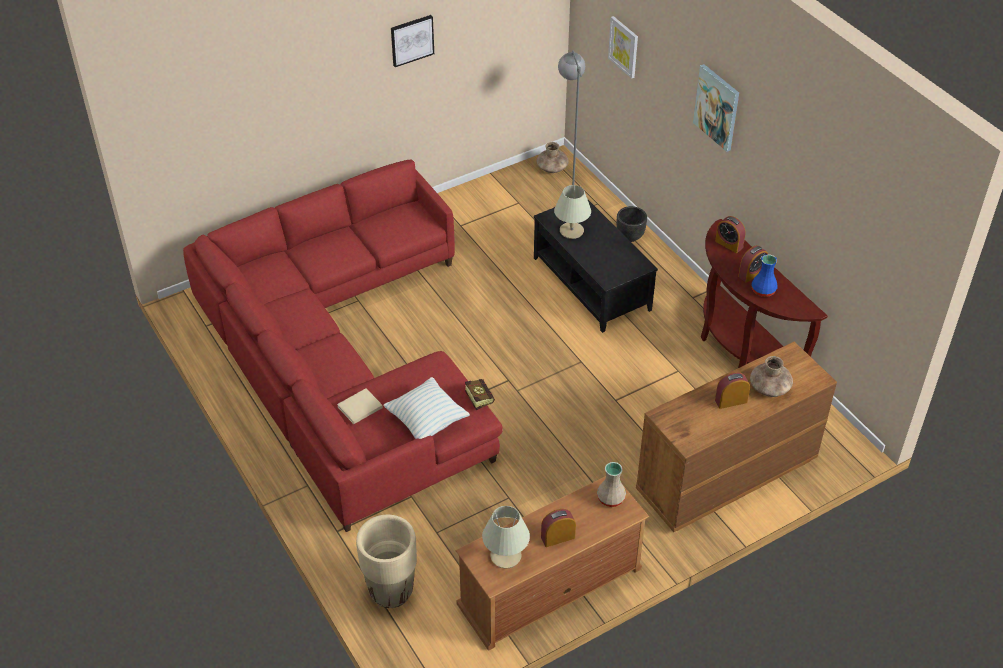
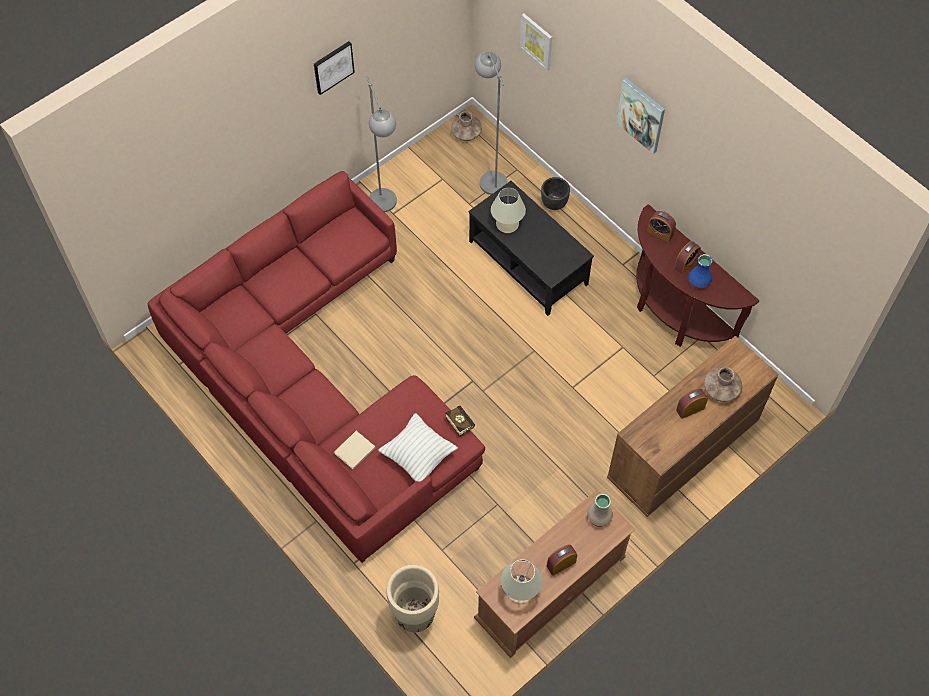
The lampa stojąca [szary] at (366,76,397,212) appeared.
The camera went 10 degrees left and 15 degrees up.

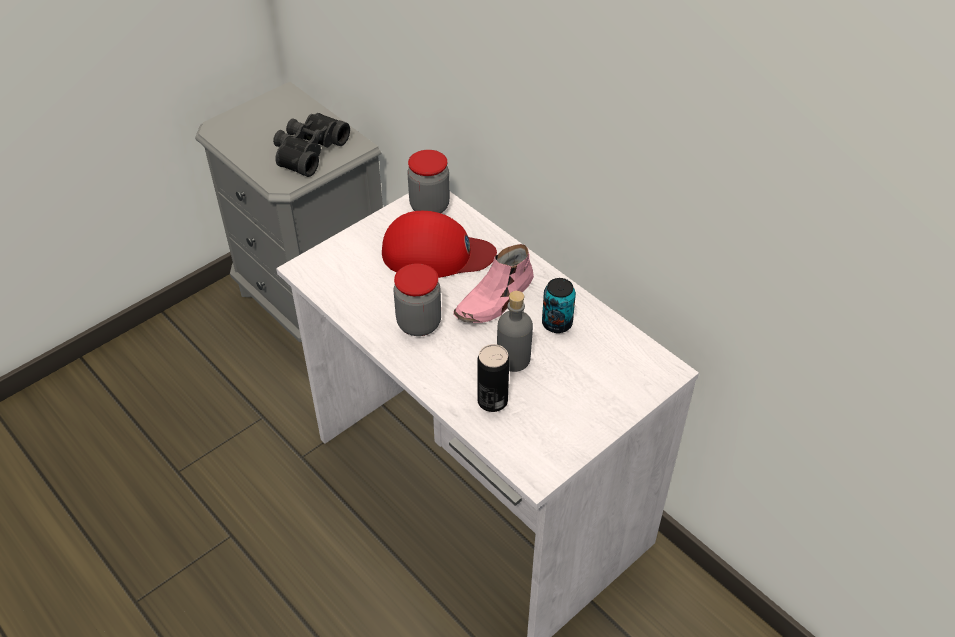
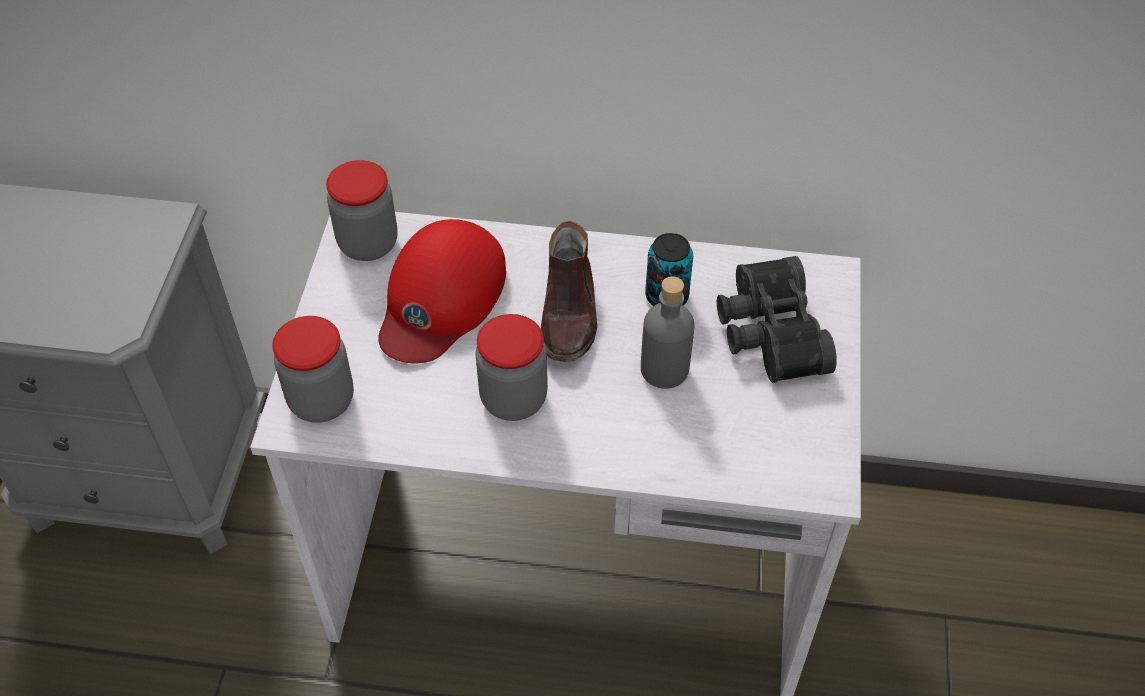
The słoik at (272,316,354,423) appeared.
The czapka z daszkiem [czerwony] at (382,211,497,278) turned 150 degrees clockwise.
The but [różowy] at (453,244,534,323) became the but [brązowy] at (541,221,597,362).
The lornetka [czarny] moved from (273,113,350,177) to (717,256,837,383).
The puszka at (477,344,509,412) disappeared.
The camera went 40 degrees left and 5 degrees up.

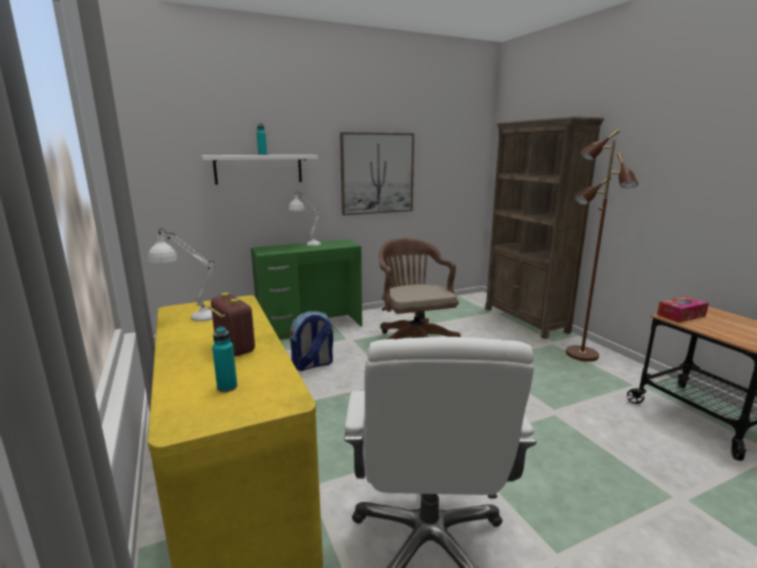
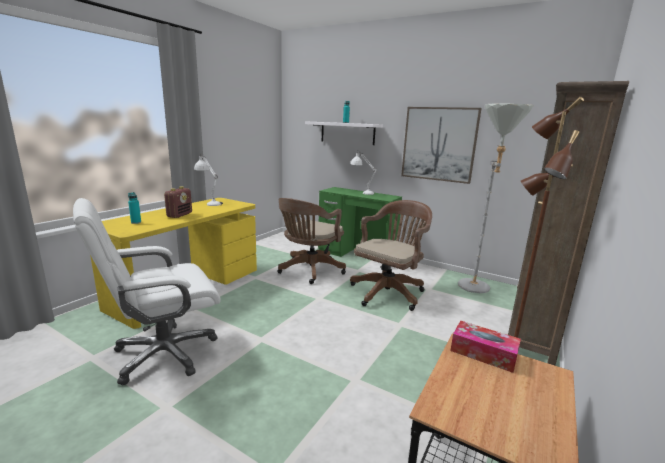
The plecak at (290,311,333,371) was replaced by the krzesło biurowe [brązowy] at (277,198,346,284).
The lampa stojąca [szary] at (458,104,534,293) appeared.
The camera went 55 degrees right and 0 degrees up.

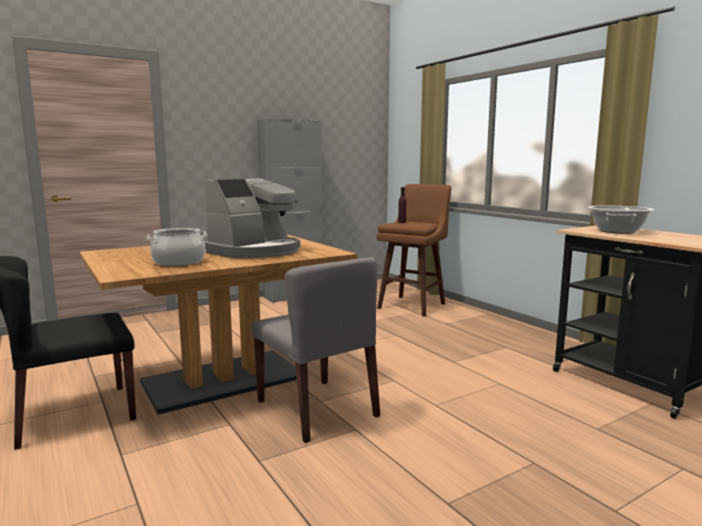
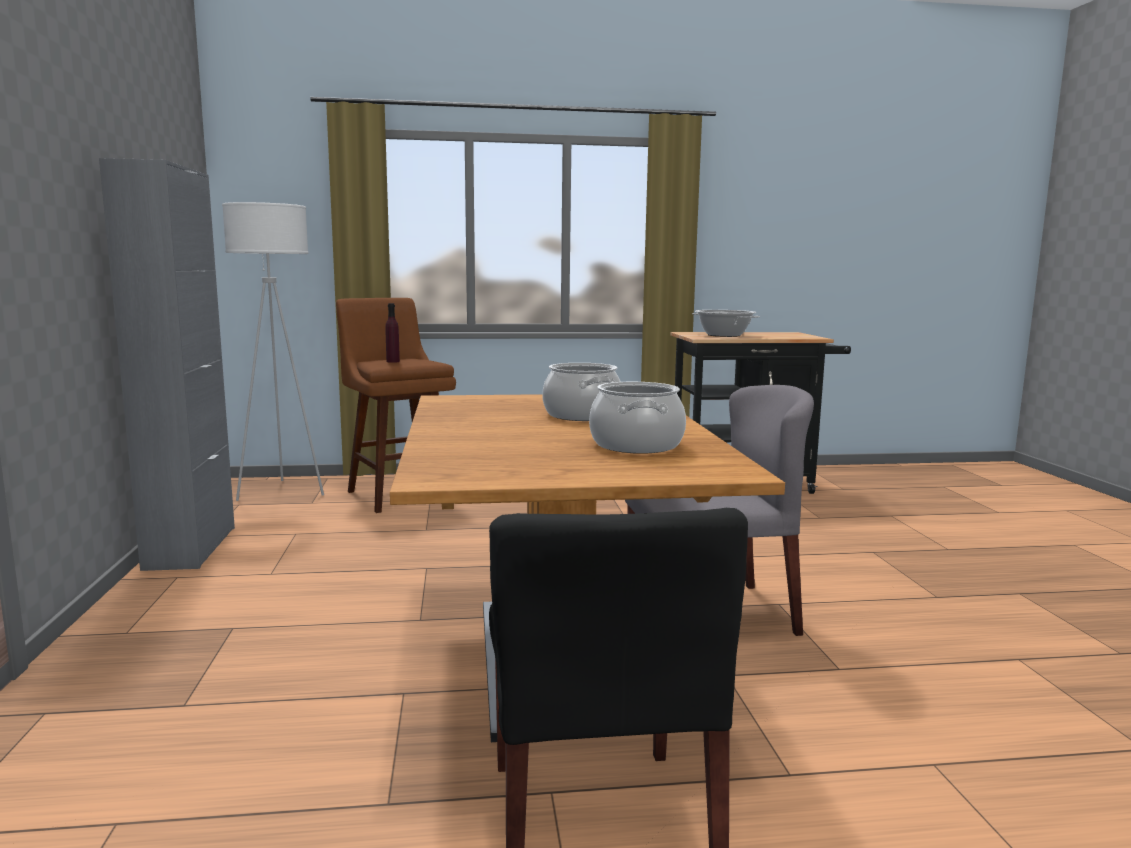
The lampa stojąca [biały] at (222,202,324,501) appeared.
The ekspres do kawy at (204,179,300,259) was replaced by the garnek at (542,363,621,421).
The camera went 65 degrees left and 0 degrees up.

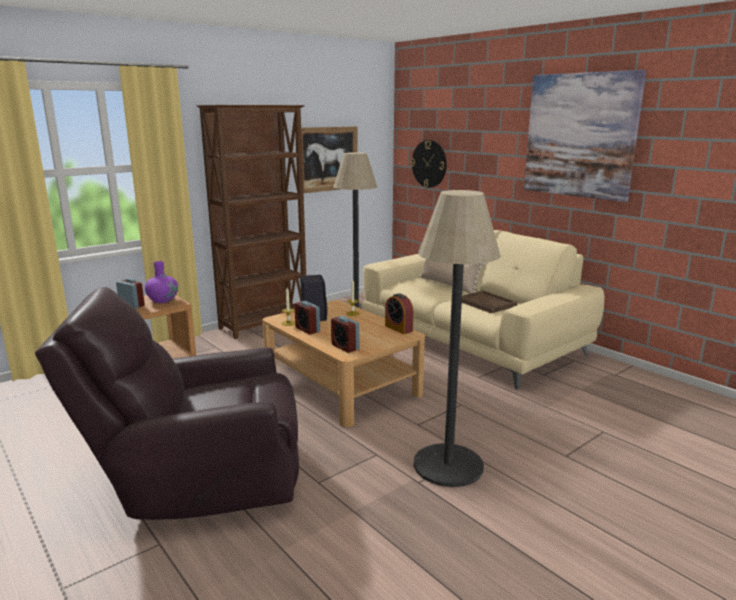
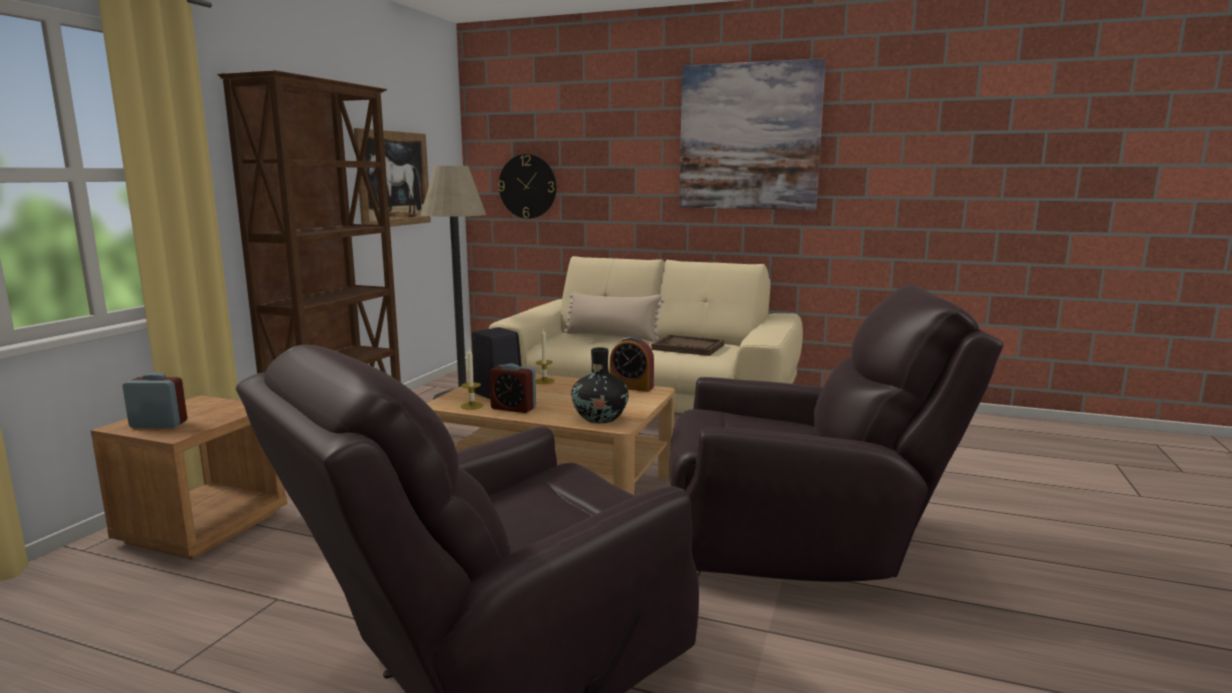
The budzik at (331,316,359,353) was replaced by the wazon [czarny] at (571,347,629,423).
The lampa stojąca at (414,190,501,487) was replaced by the fotel [brązowy] at (669,284,1004,582).
The wazon [fioletowy] at (145,261,178,303) disappeared.
The camera went 30 degrees left and 5 degrees down.

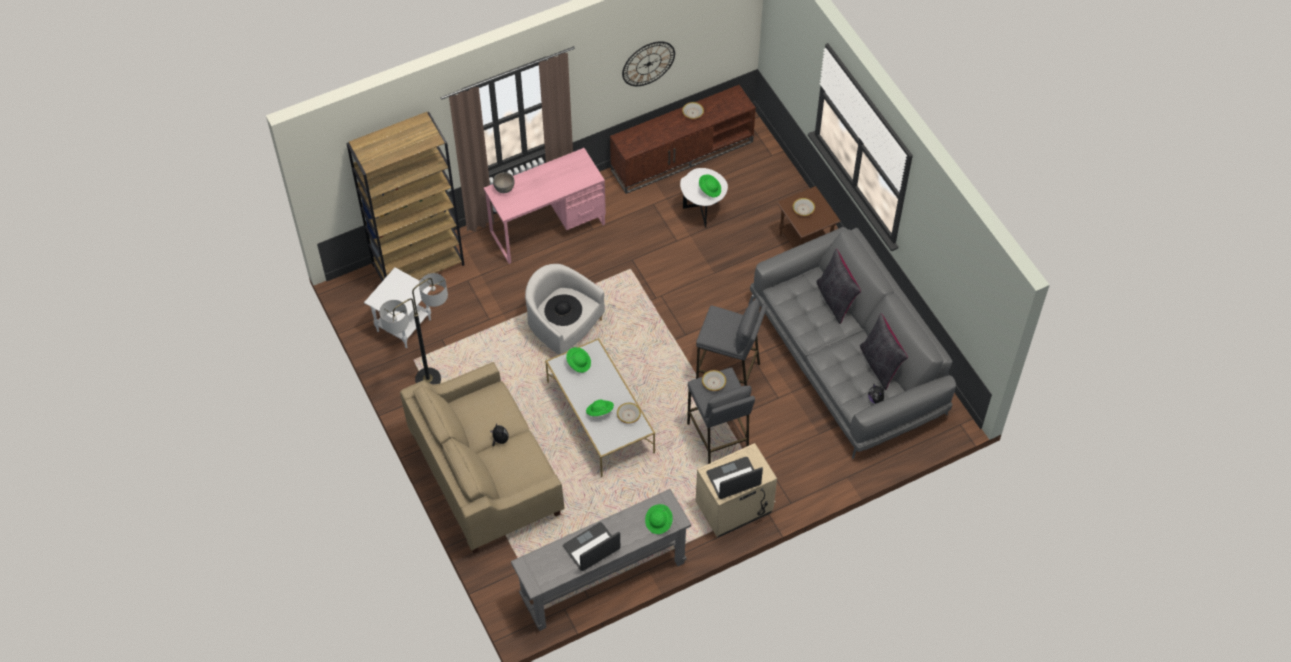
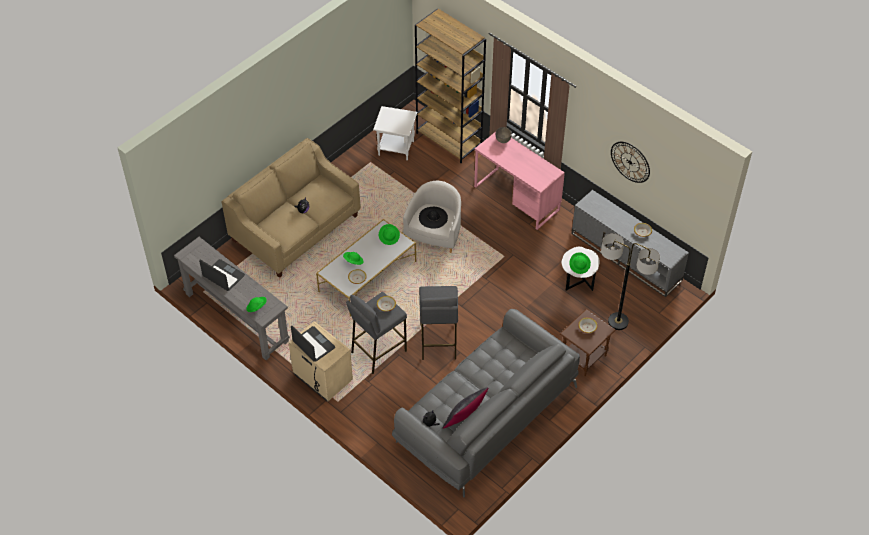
The szafka pod telewizor [brązowy] at (610,85,756,194) became the szafka pod telewizor [szary] at (571,190,689,297).
The lampa stojąca moved from (379,273,448,384) to (601,233,660,330).
The poduszka [czarny] at (816,249,861,324) disappeared.
The camera went 70 degrees right and 5 degrees down.

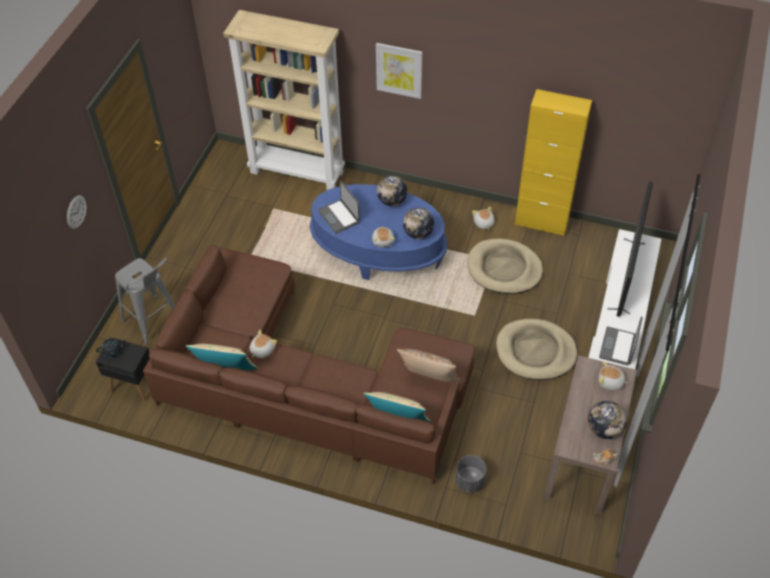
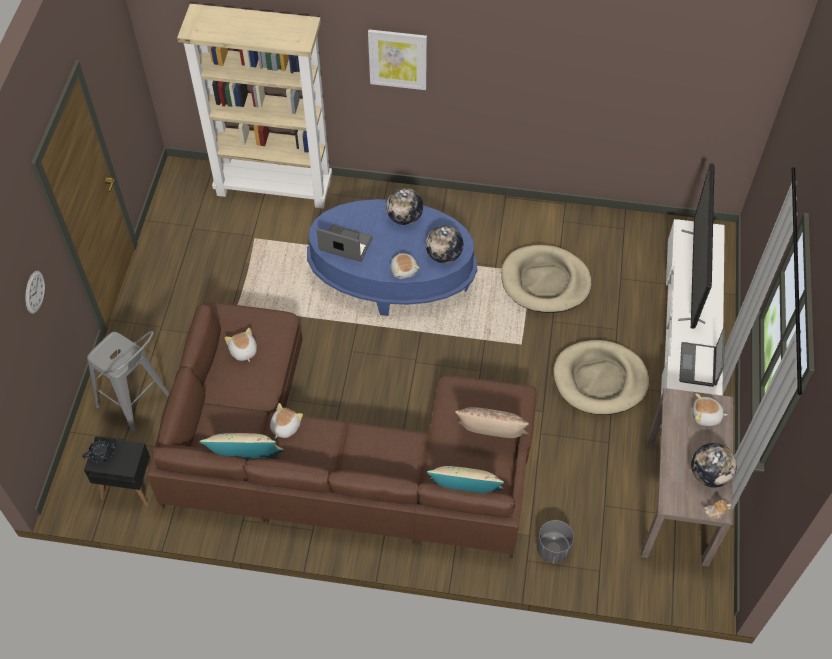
The pluszak moved from (472,207,494,230) to (225,328,257,362).
The laptop at (318,180,360,234) turned 150 degrees clockwise.
The szafka [żółty] at (515,89,592,236) disappeared.
The camera went 10 degrees left and 5 degrees up.

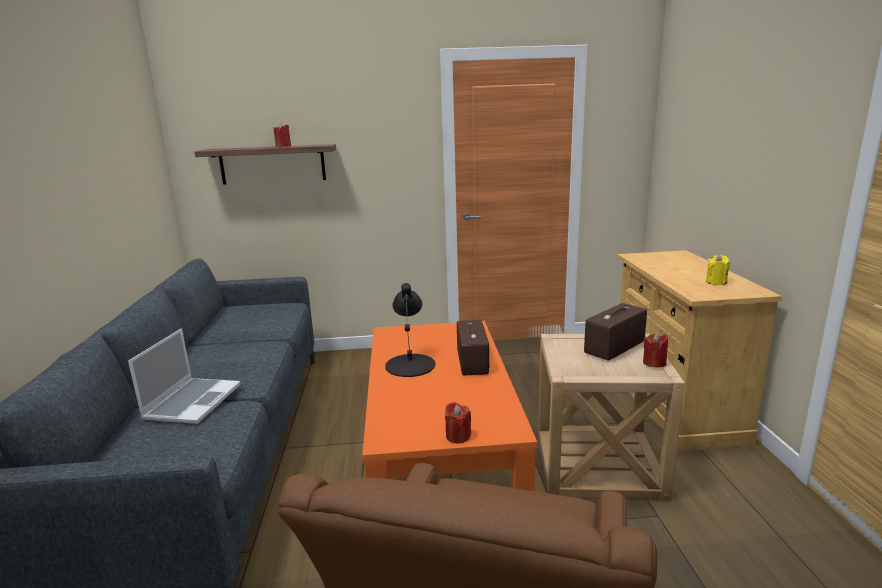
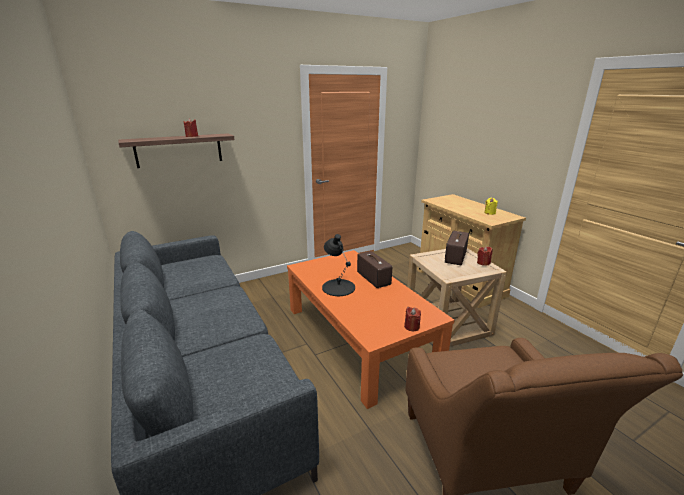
The laptop at (128,328,240,424) disappeared.
The camera went 25 degrees left and 5 degrees up.

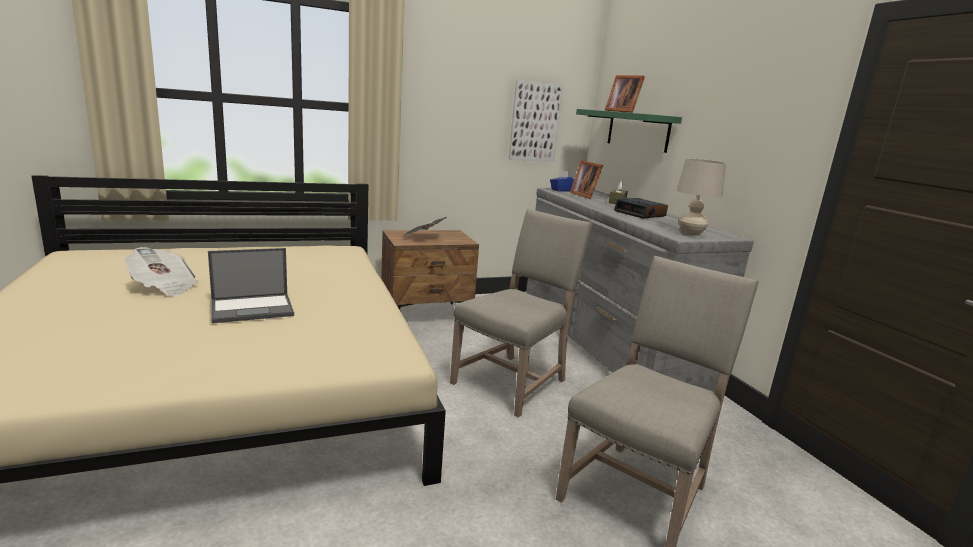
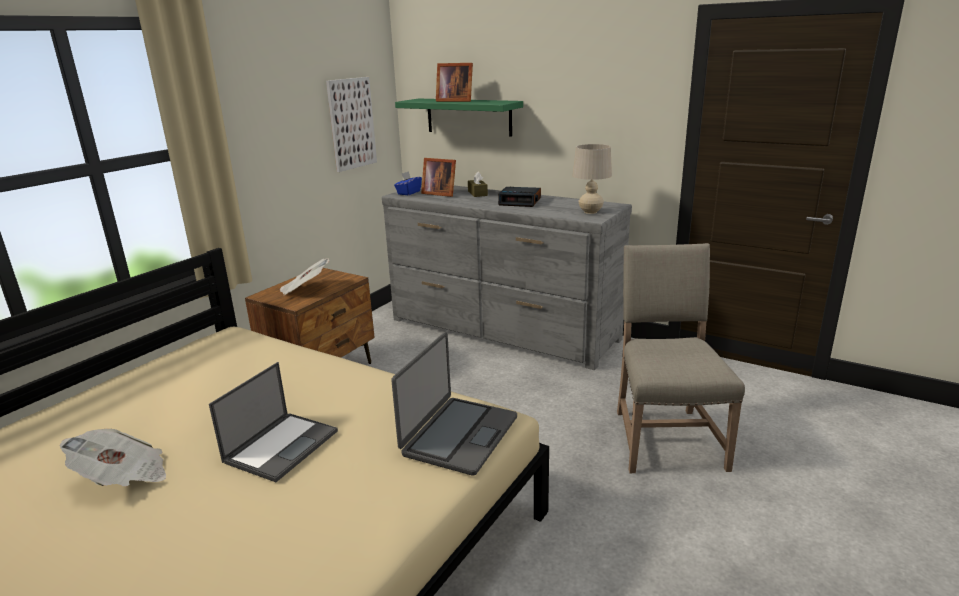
The laptop at (391,332,517,476) appeared.
The krzesło [beżowy] at (450,209,593,418) disappeared.
The camera went 35 degrees left and 5 degrees up.

